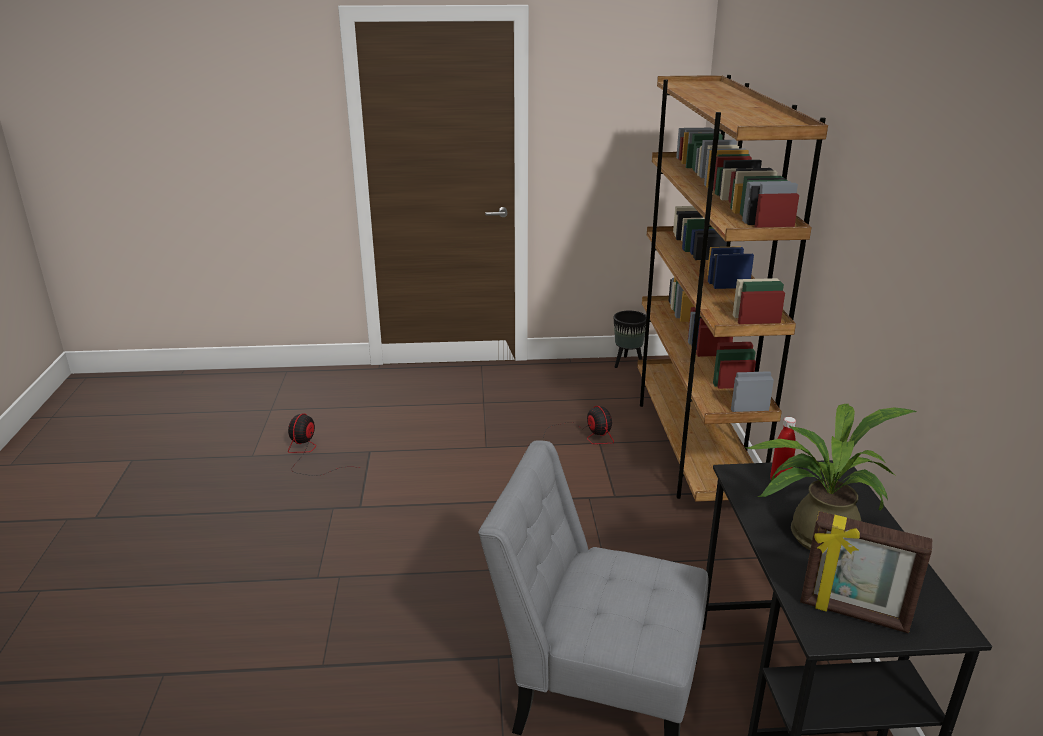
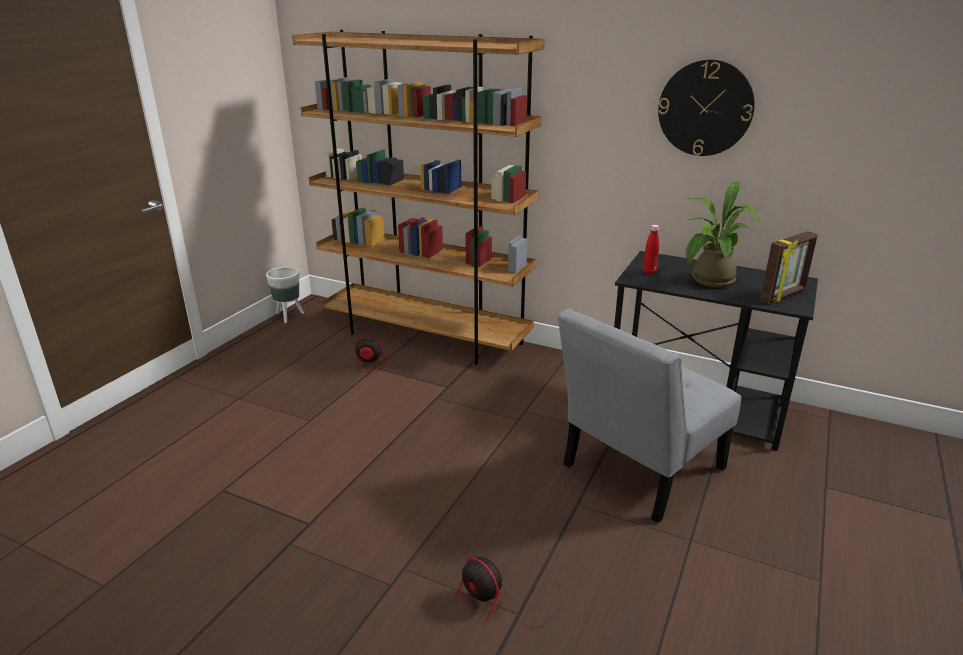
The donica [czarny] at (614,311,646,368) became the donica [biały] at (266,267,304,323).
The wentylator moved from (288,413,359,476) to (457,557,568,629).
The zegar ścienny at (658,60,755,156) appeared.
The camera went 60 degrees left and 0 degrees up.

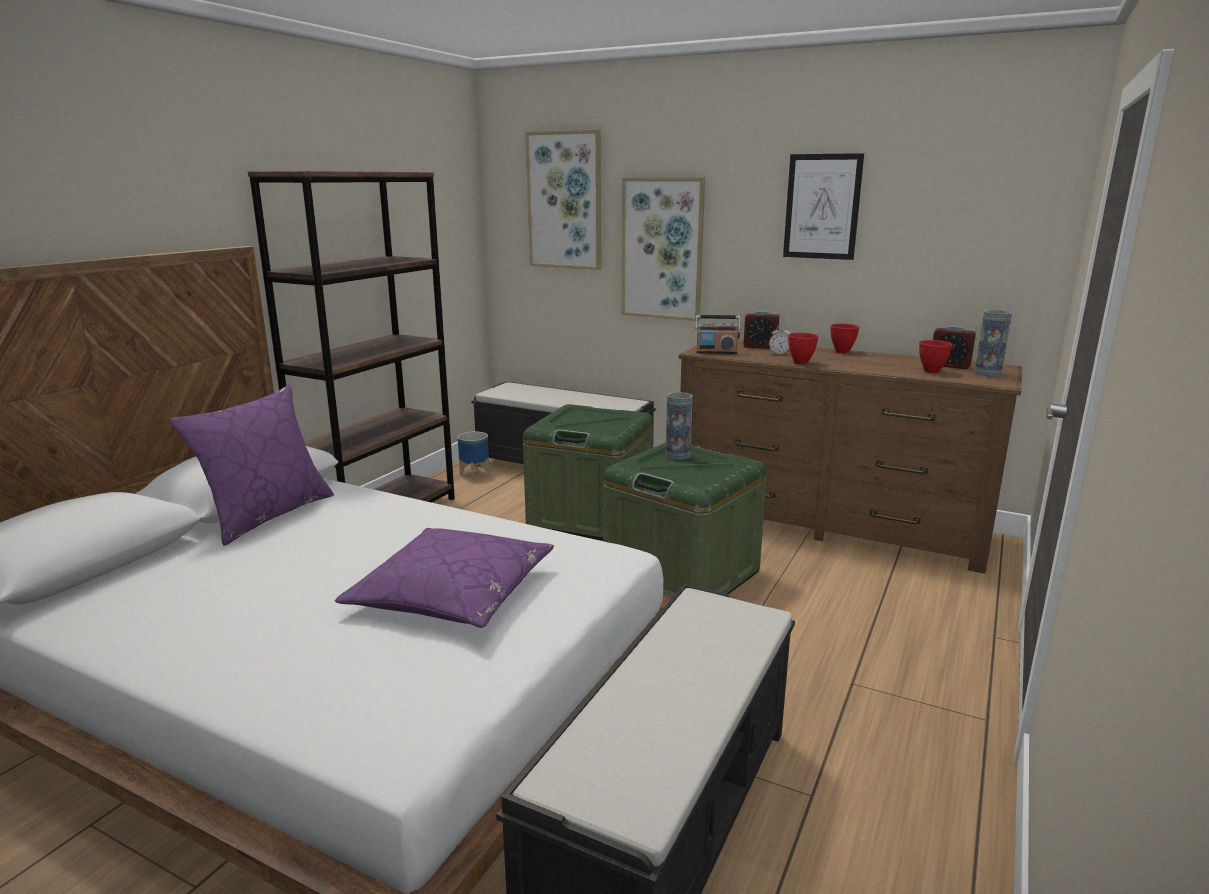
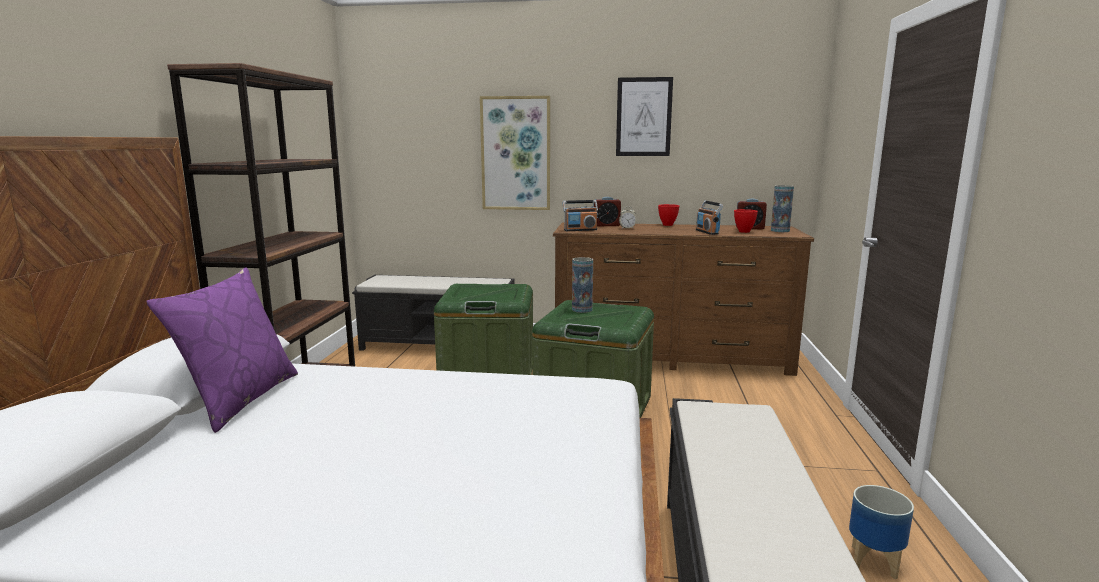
The radio at (696,200,723,235) appeared.
The donica moved from (458,431,490,480) to (849,485,914,579).
The poduszka [fioletowy] at (335,528,554,628) disappeared.
The obraz at (525,130,601,270) disappeared.
The miska [czerwony] at (788,333,819,364) disappeared.
The camera went 20 degrees left and 5 degrees down.

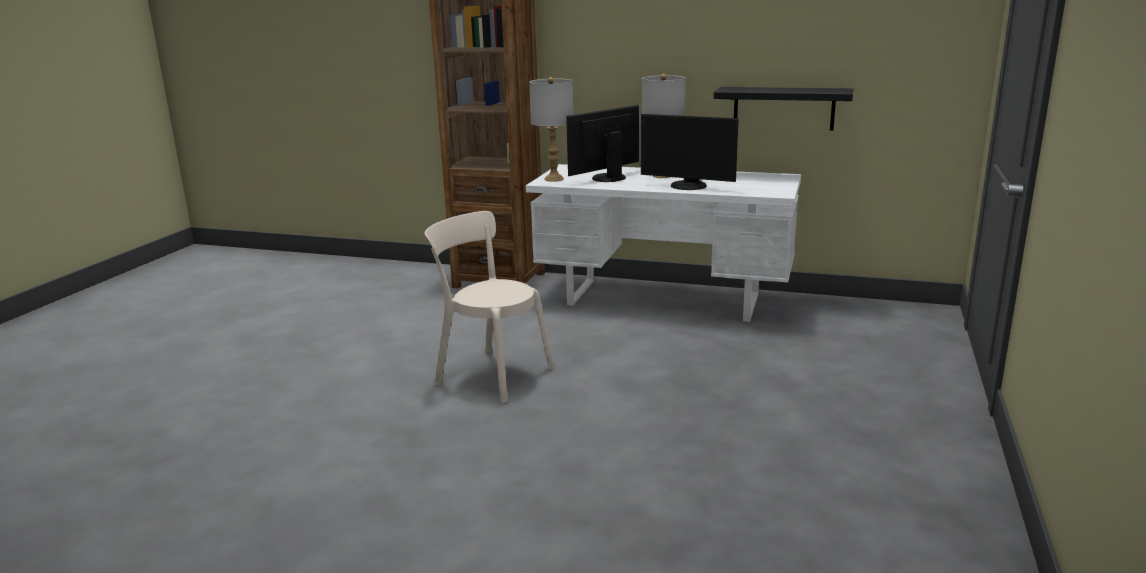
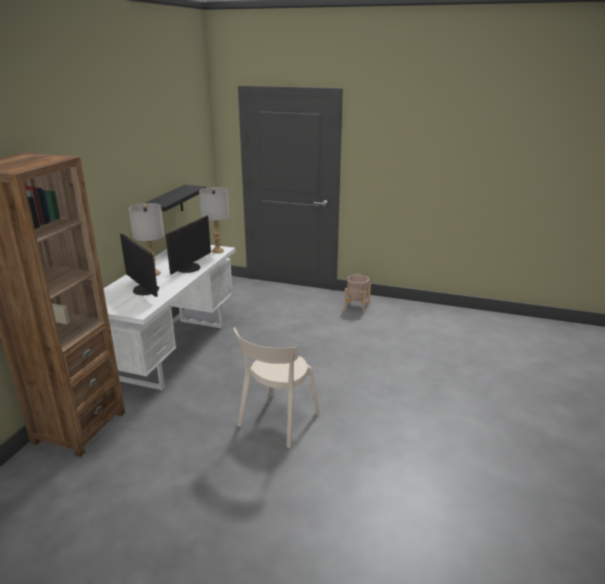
The lampa stołowa [szary] moved from (529,77,573,182) to (199,187,229,253).
The donica [beżowy] at (344,275,371,313) appeared.
The camera went 90 degrees left and 5 degrees up.

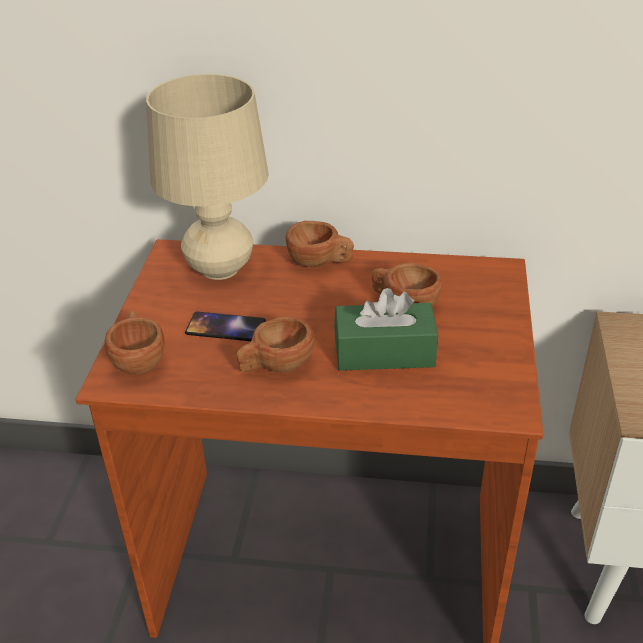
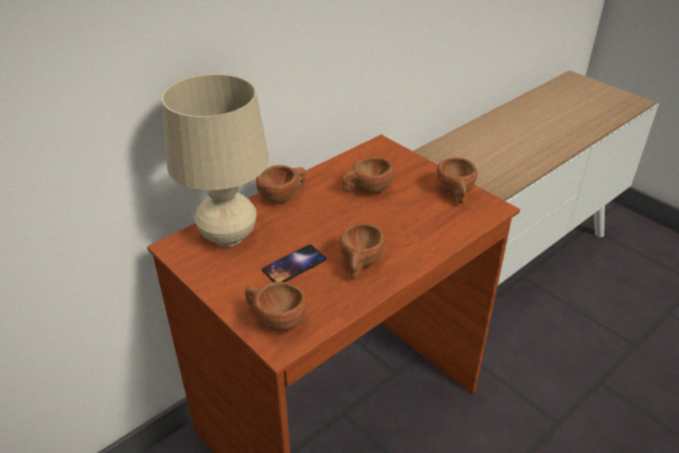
The filiżanka [brązowy] at (437,158,477,204) appeared.
The pudełko chusteczek [zielony] at (334,288,438,371) disappeared.
The camera went 50 degrees left and 0 degrees up.

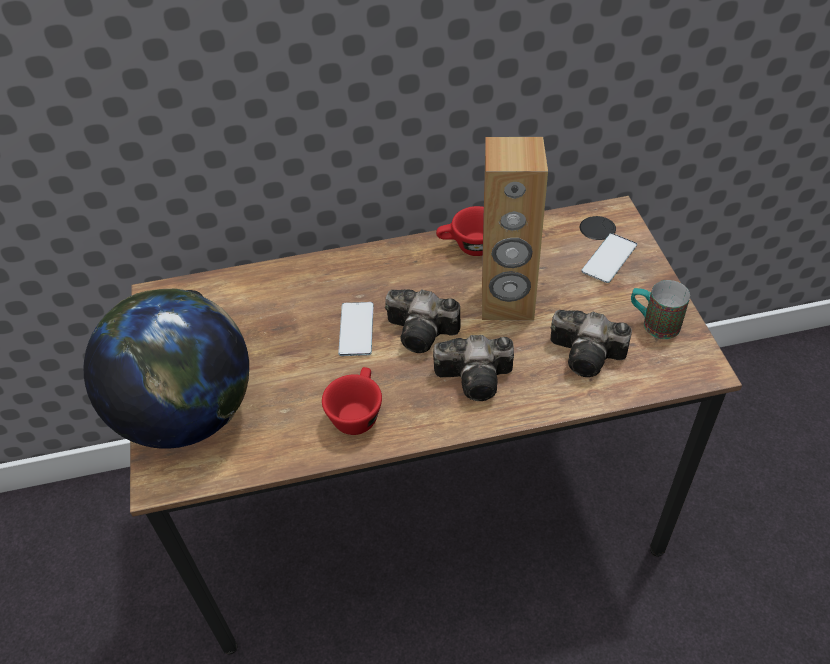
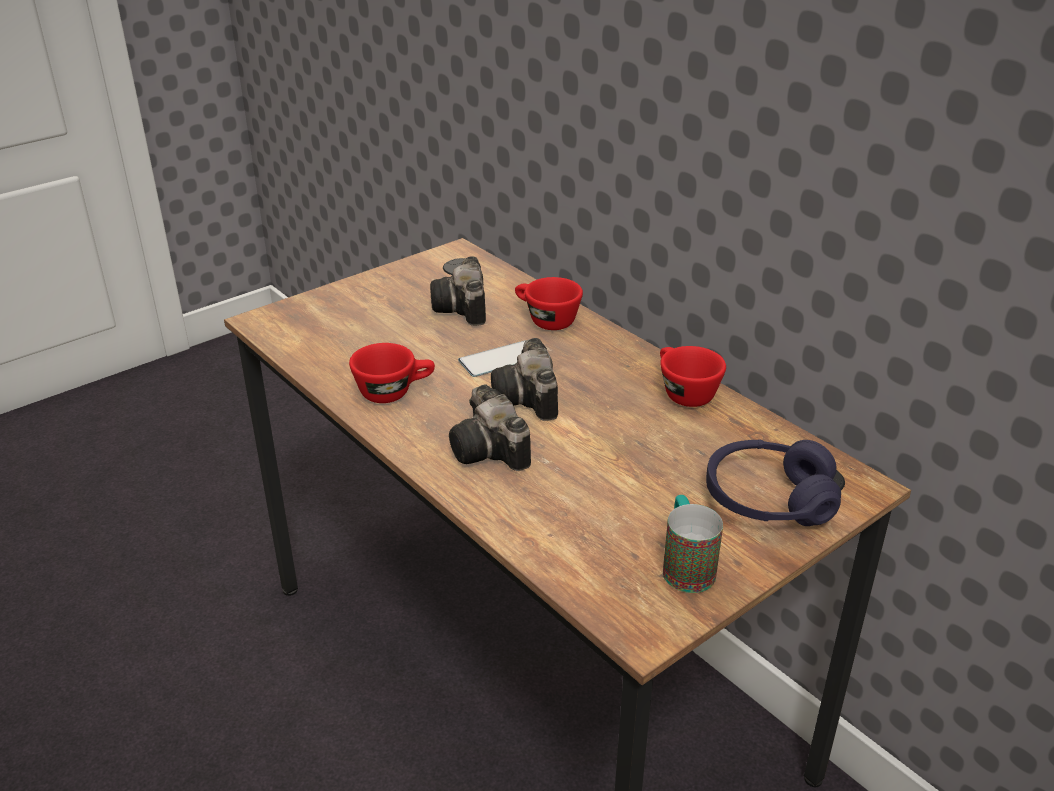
The aparat fotograficzny moved from (551,310,632,377) to (430,256,486,326).
The filiżanka [czerwony] at (515,277,583,330) appeared.
The telefon at (581,233,637,283) was replaced by the słuchawki [fioletowy] at (706,439,841,526).
The globus at (83,288,249,449) disappeared.
The głośnik [brązowy] at (482,137,548,320) disappeared.
The camera went 60 degrees right and 15 degrees down.

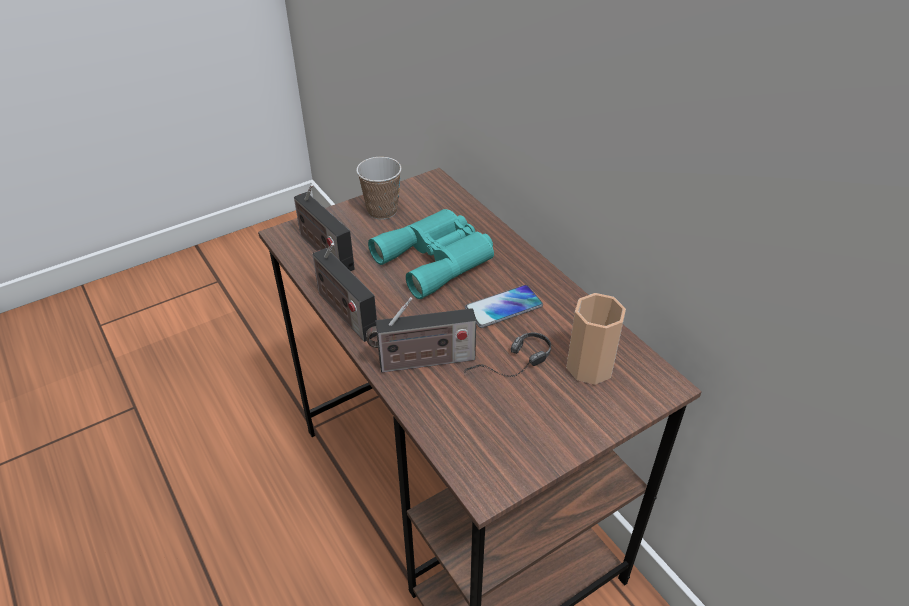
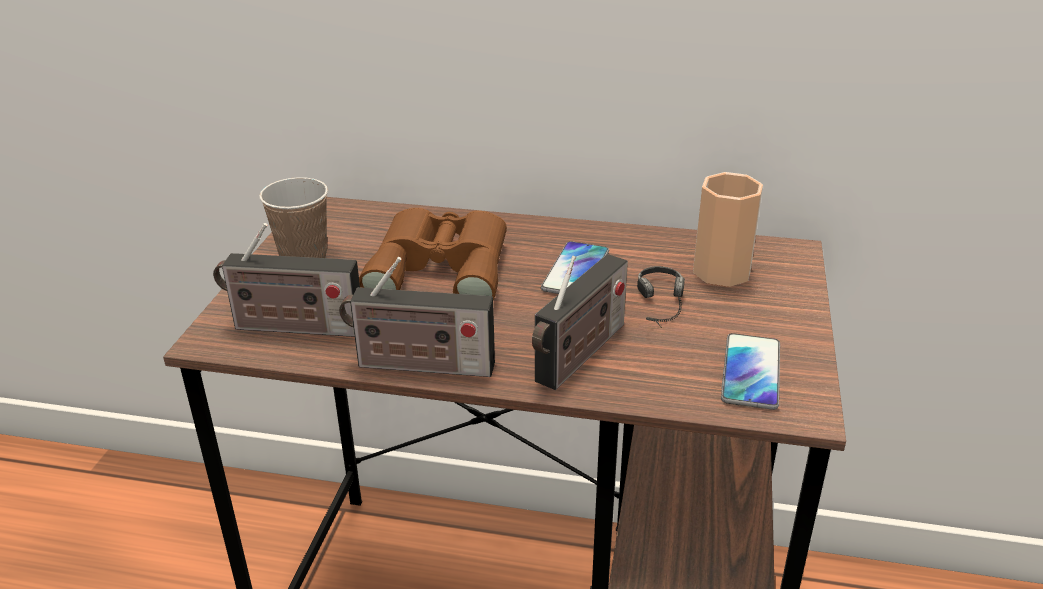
The lornetka [turkusowy] at (368,209,494,299) became the lornetka [brązowy] at (359,208,507,301).
The telefon at (721,333,780,410) appeared.
The camera went 45 degrees left and 10 degrees down.

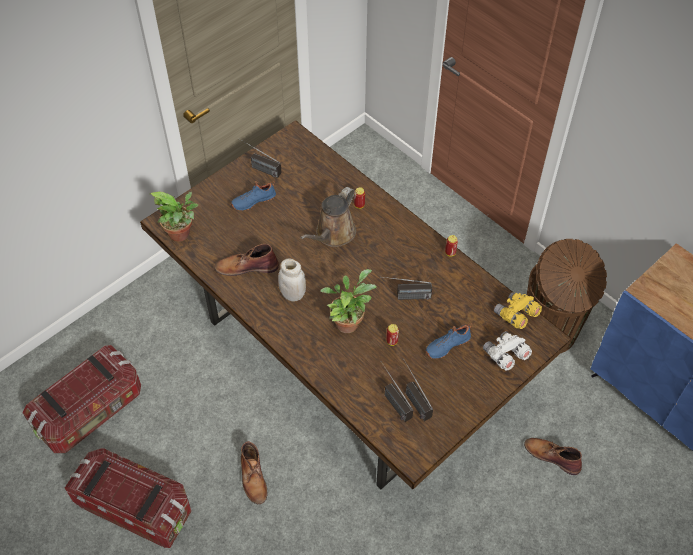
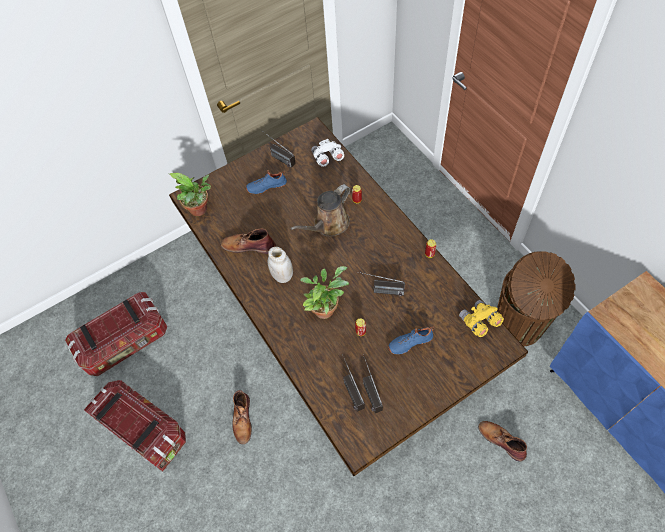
The lornetka [biały] moved from (483,331,532,371) to (311,139,344,167).
The camera went 15 degrees right and 5 degrees up.

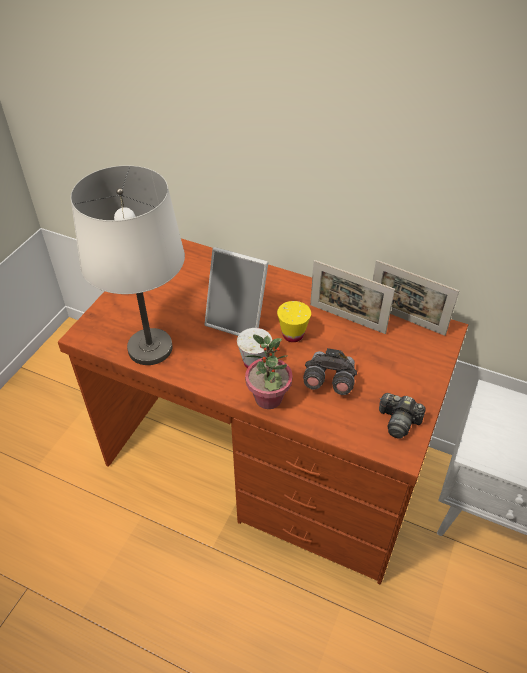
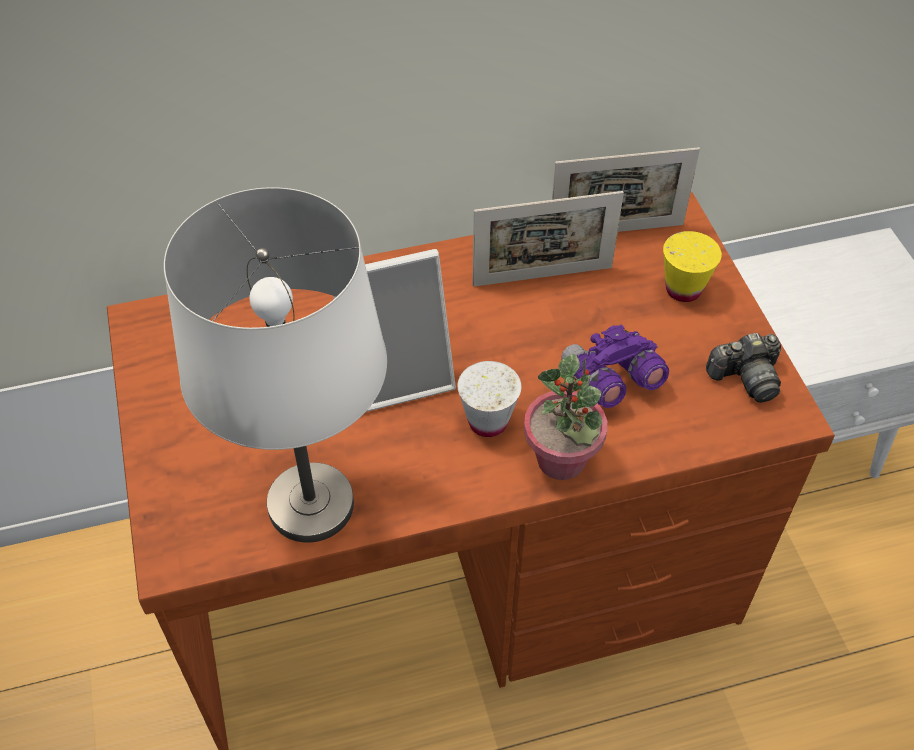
The lornetka [szary] at (303,348,357,395) became the lornetka [fioletowy] at (561,324,669,408).
The filiżanka [żółty] moved from (277,301,311,342) to (663,231,722,302).
The camera went 40 degrees left and 5 degrees up.

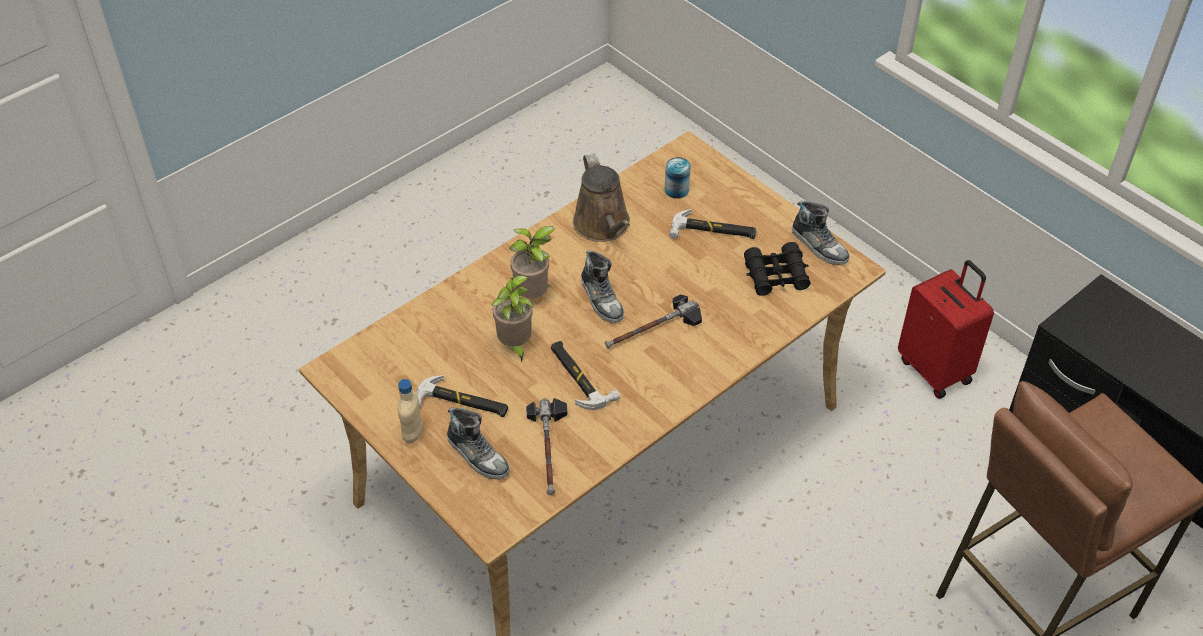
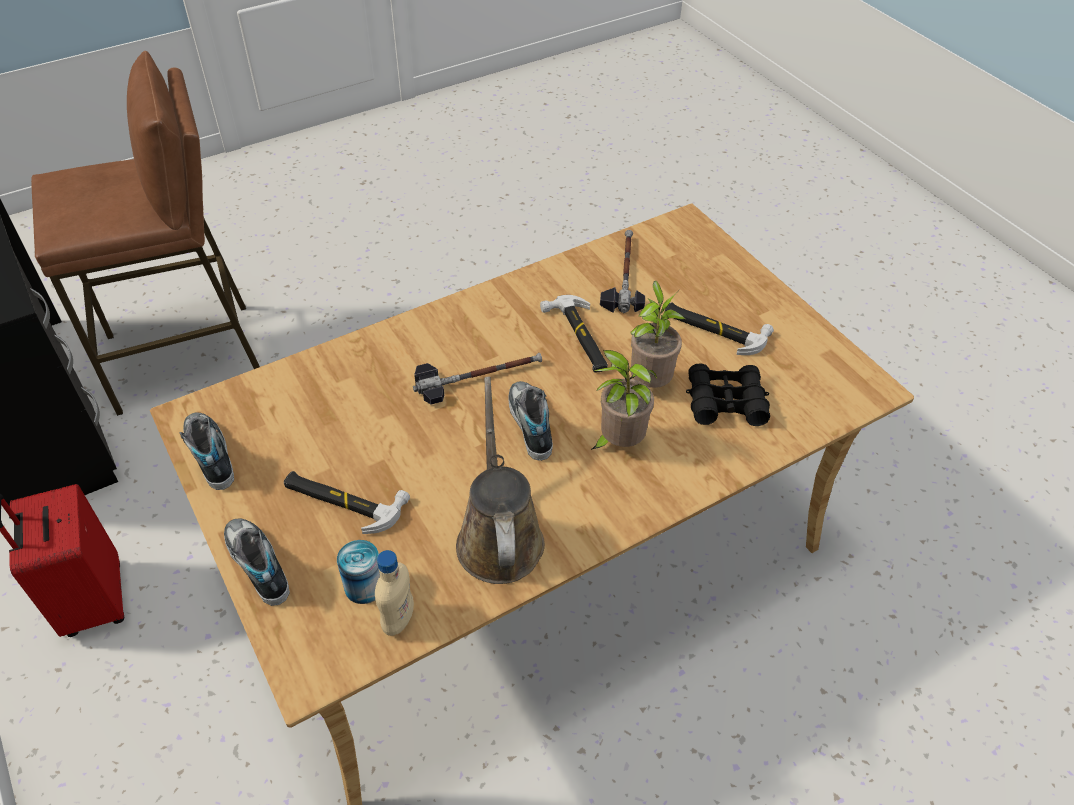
The but moved from (447,407,510,480) to (224,519,290,606).
The butelka [beżowy] moved from (398,379,423,443) to (375,550,414,636).
The lornetka [czarny] moved from (744,242,811,296) to (686,364,770,426).
The camera went 170 degrees left and 0 degrees up.

